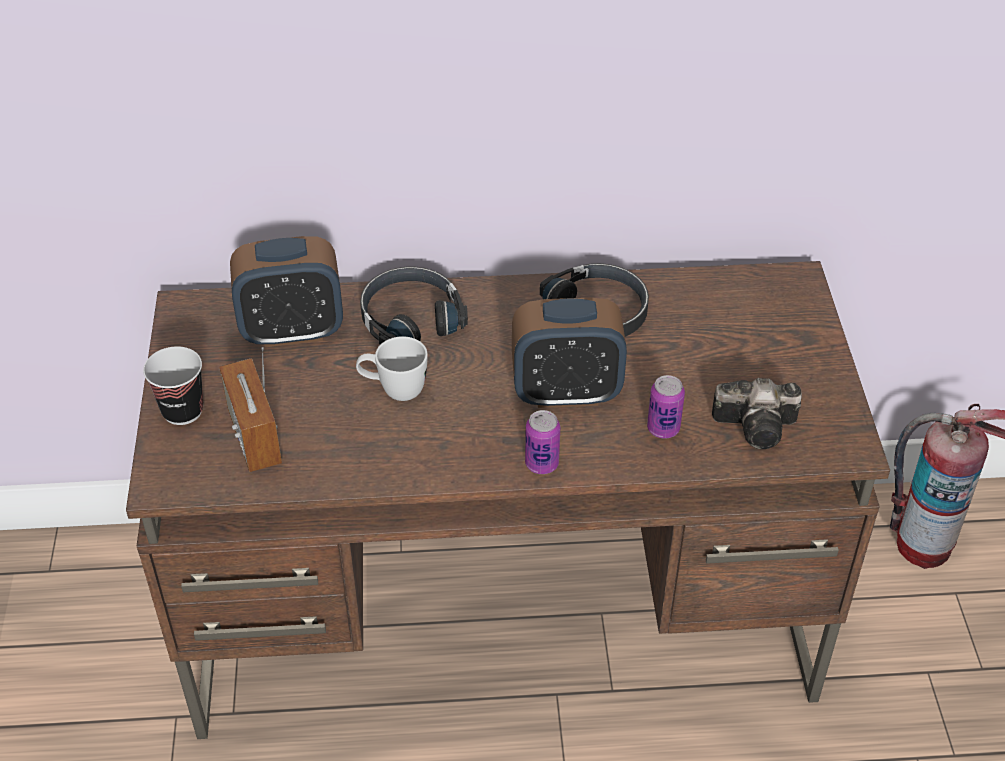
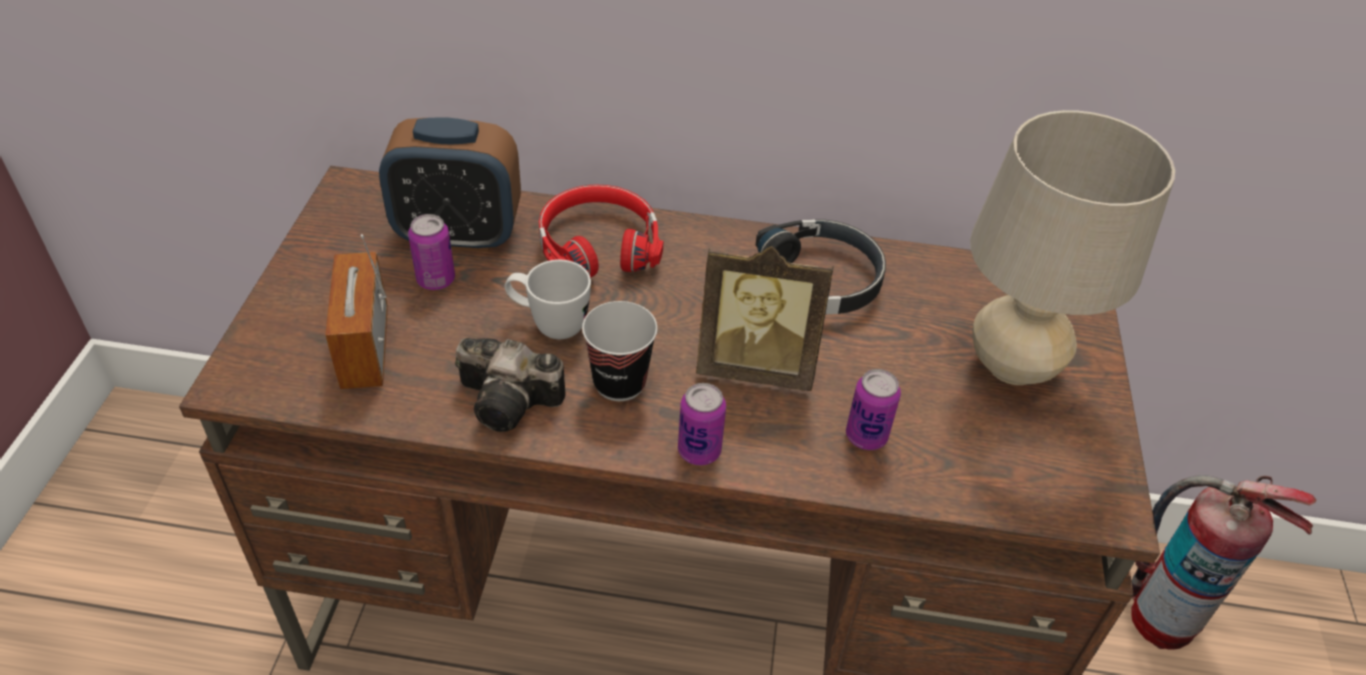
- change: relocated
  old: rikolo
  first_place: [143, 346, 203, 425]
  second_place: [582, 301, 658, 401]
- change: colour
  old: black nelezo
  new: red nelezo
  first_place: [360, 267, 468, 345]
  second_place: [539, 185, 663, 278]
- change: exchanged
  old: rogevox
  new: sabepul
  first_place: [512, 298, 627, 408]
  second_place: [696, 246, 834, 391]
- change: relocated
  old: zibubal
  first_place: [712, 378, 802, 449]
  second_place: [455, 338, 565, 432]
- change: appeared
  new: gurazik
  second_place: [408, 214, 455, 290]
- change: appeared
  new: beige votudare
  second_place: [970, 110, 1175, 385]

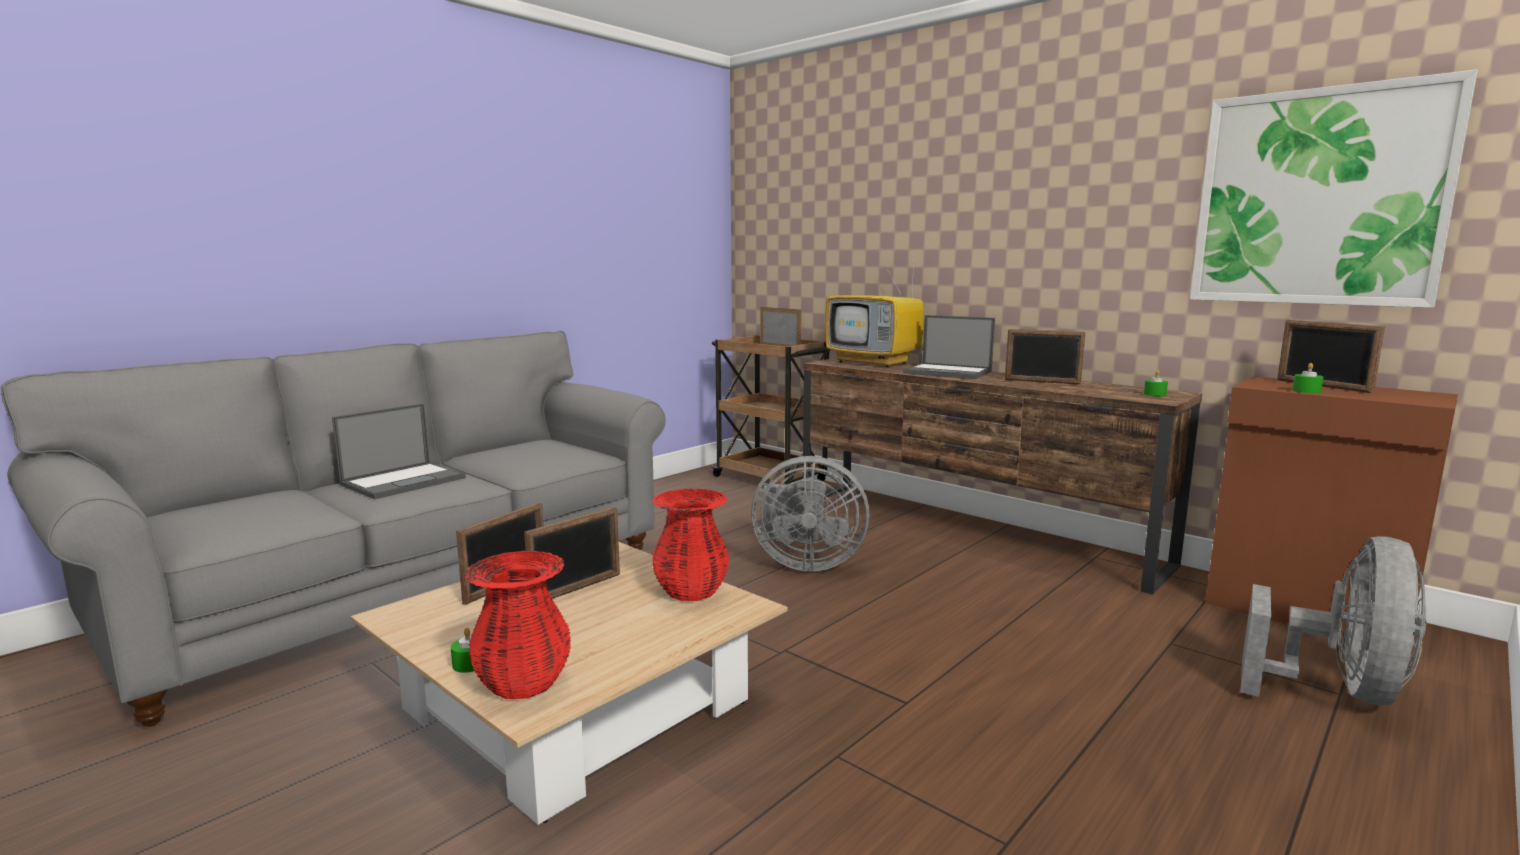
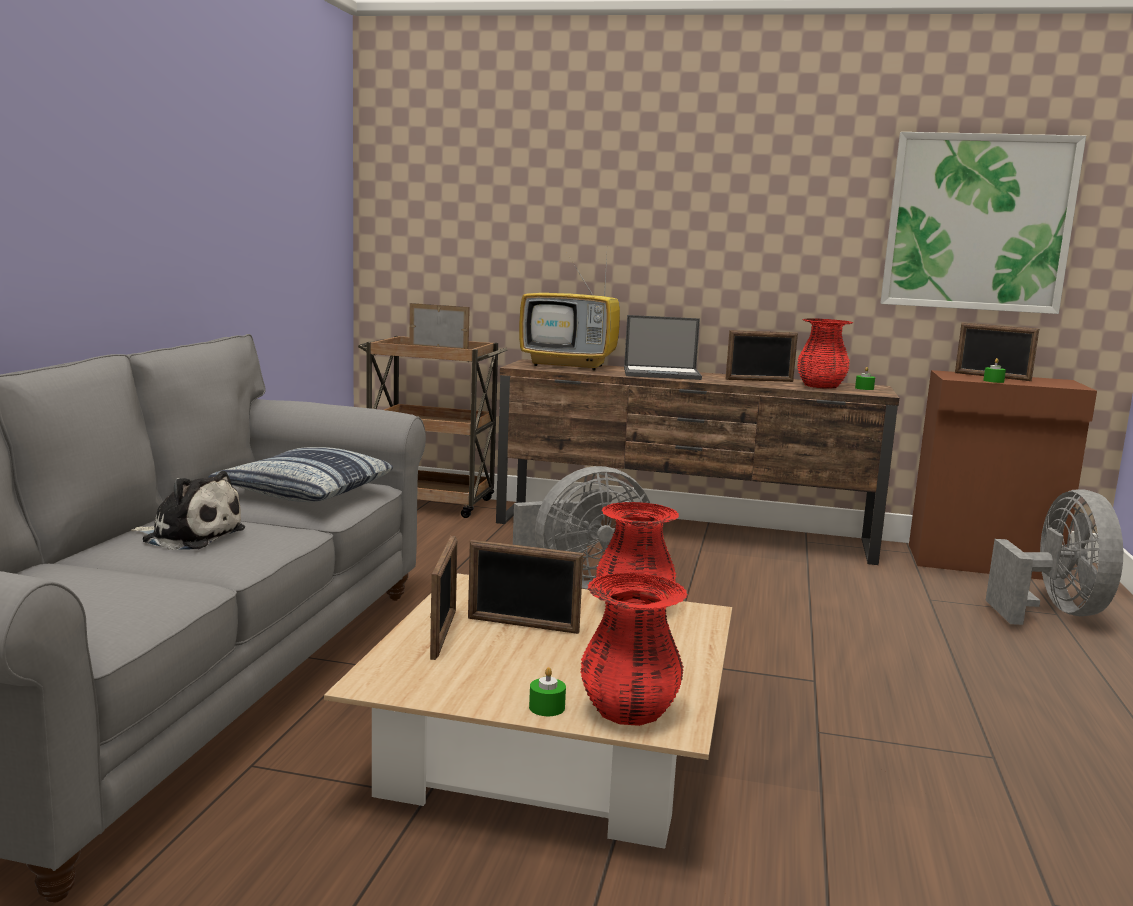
- change: exchanged
  old: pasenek
  new: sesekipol
  first_place: [332, 403, 466, 499]
  second_place: [131, 471, 245, 550]
- change: spun
  old: sabepul
  first_place: [524, 506, 620, 599]
  second_place: [468, 540, 583, 634]
  degrees: 90
- change: appeared
  new: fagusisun
  second_place: [208, 447, 393, 502]
- change: appeared
  new: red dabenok
  second_place: [797, 319, 854, 389]

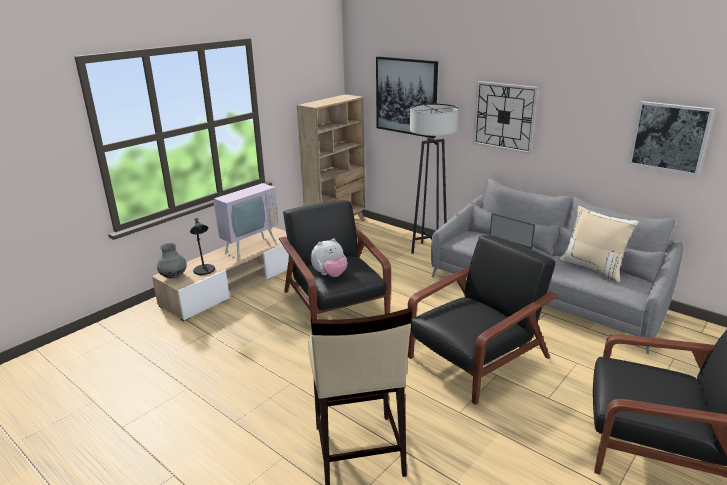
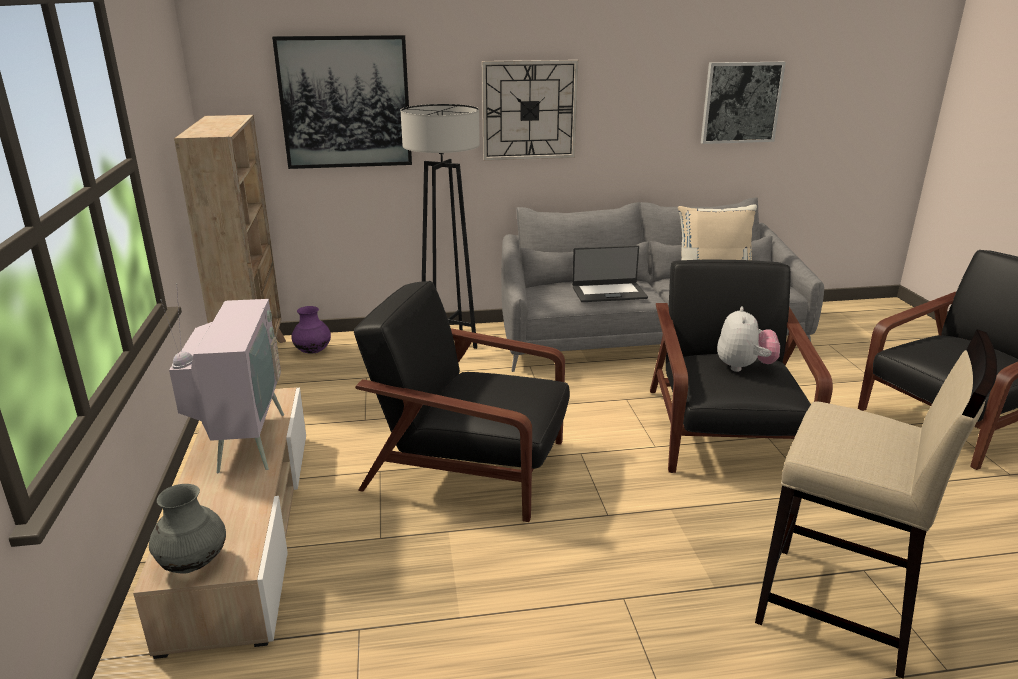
- change: missing
  old: black votudare
  first_place: [190, 218, 215, 275]
- change: relocated
  old: sesekipol
  first_place: [311, 238, 347, 277]
  second_place: [717, 306, 780, 372]
- change: appeared
  new: purple dabenok
  second_place: [291, 306, 331, 354]

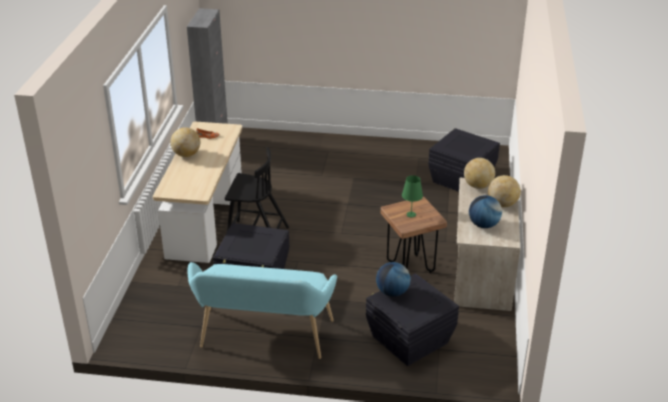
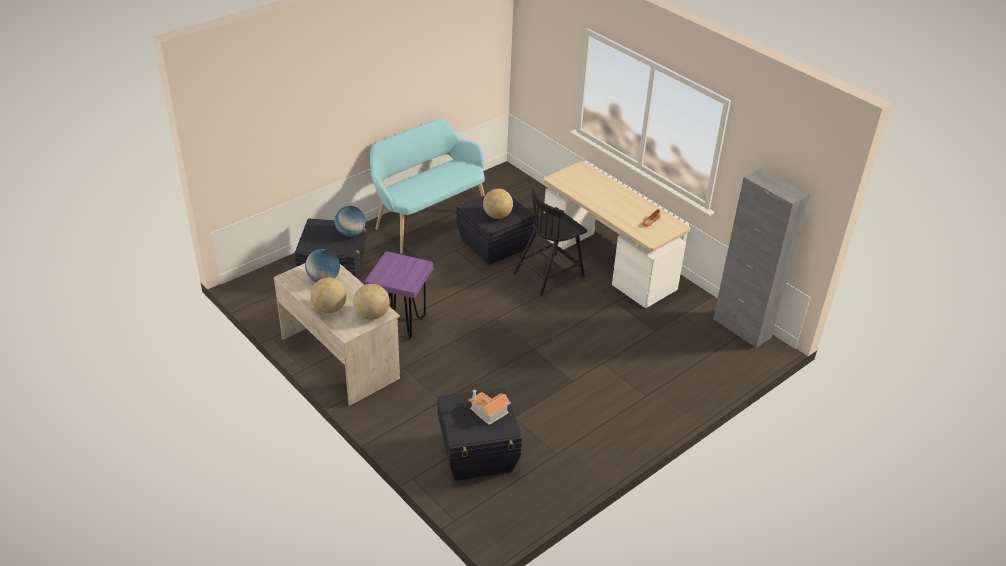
- change: relocated
  old: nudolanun
  first_place: [170, 127, 200, 157]
  second_place: [483, 189, 513, 219]
- change: colour
  old: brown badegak
  new: purple badegak
  first_place: [380, 197, 447, 273]
  second_place: [365, 251, 433, 339]
- change: missing
  old: green votudare
  first_place: [402, 175, 423, 218]
- change: appeared
  new: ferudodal
  second_place: [469, 390, 511, 425]

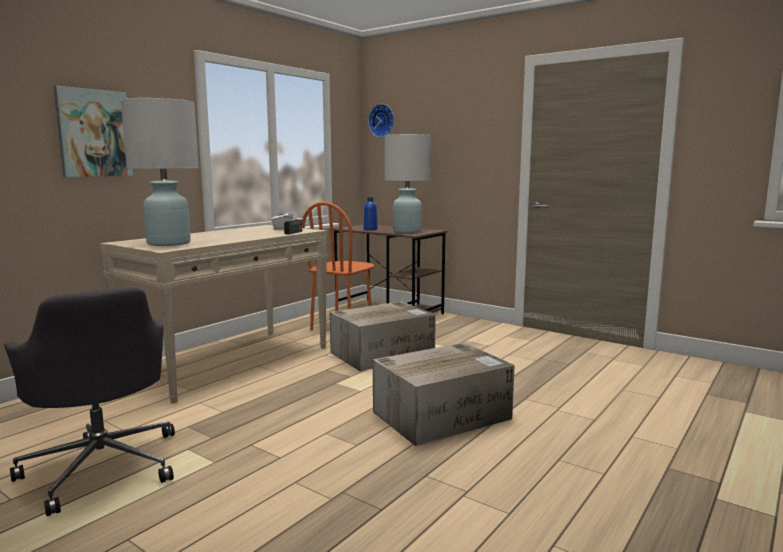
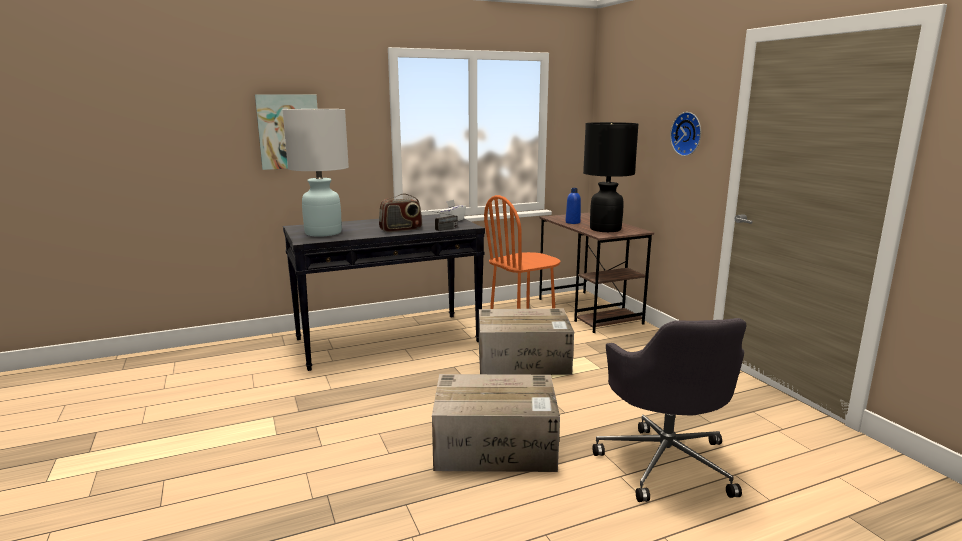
- change: relocated
  old: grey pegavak
  first_place: [4, 287, 175, 516]
  second_place: [592, 318, 746, 502]
- change: colour
  old: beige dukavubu
  new: black dukavubu
  first_place: [100, 225, 328, 404]
  second_place: [283, 214, 485, 371]
- change: relocated
  old: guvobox
  first_place: [368, 104, 394, 138]
  second_place: [670, 112, 701, 156]
- change: colour
  old: white votudare
  new: black votudare
  first_place: [385, 134, 431, 233]
  second_place: [583, 122, 639, 232]
- change: appeared
  new: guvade
  second_place: [379, 193, 422, 232]

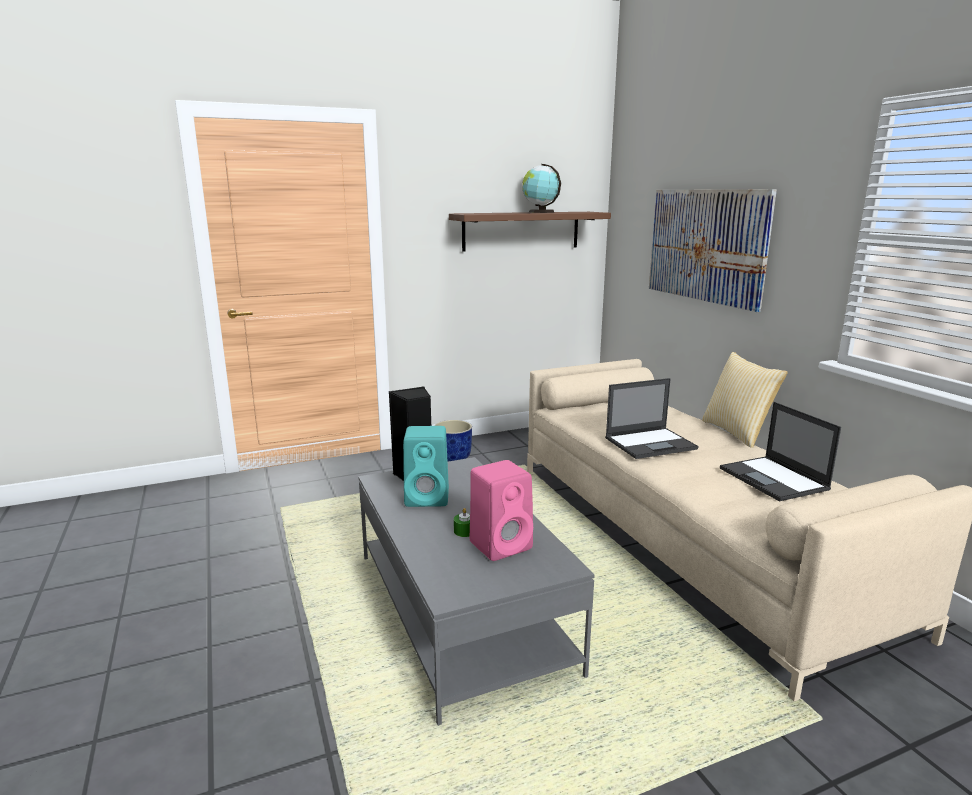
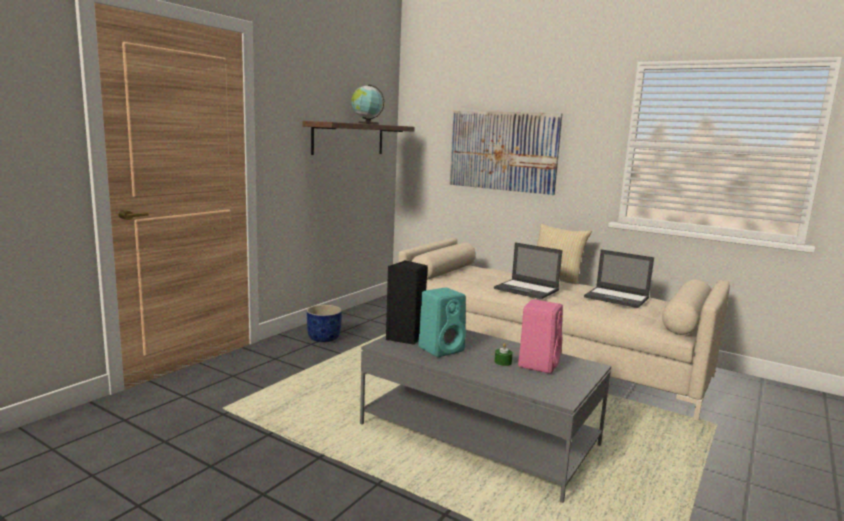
- change: spun
  old: pasenek
  first_place: [605, 378, 699, 459]
  second_place: [494, 242, 563, 299]
  degrees: 90

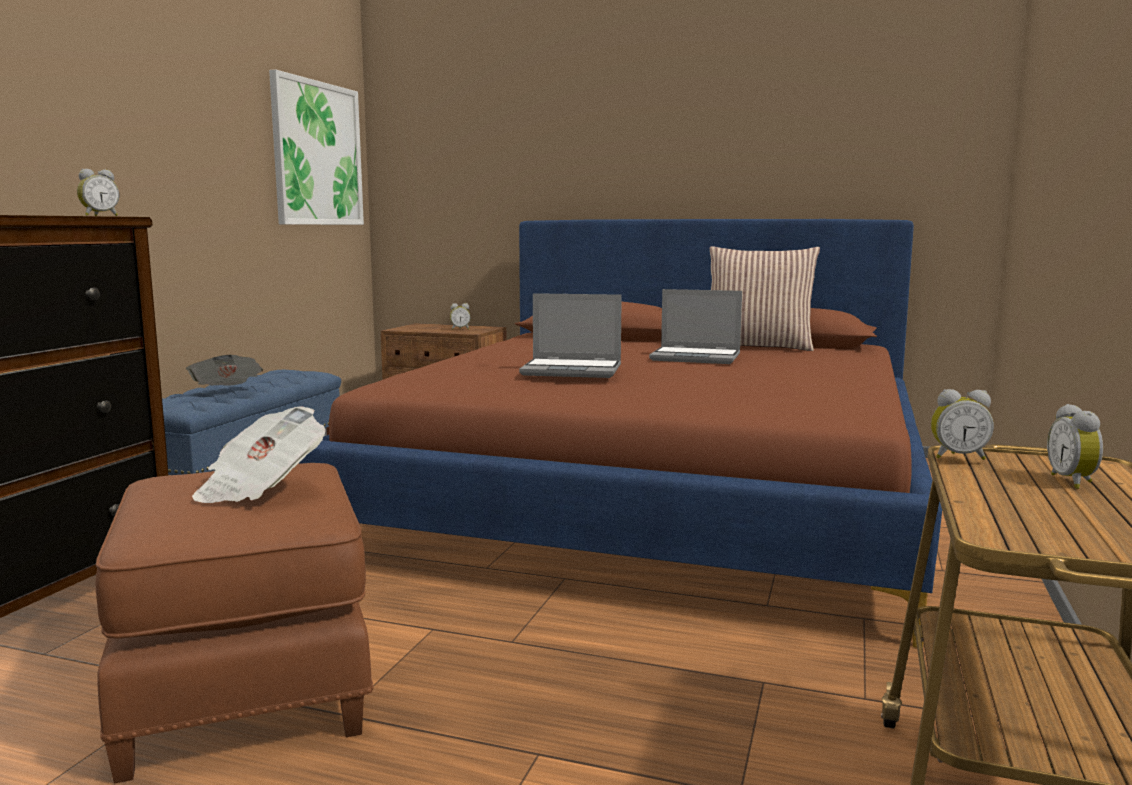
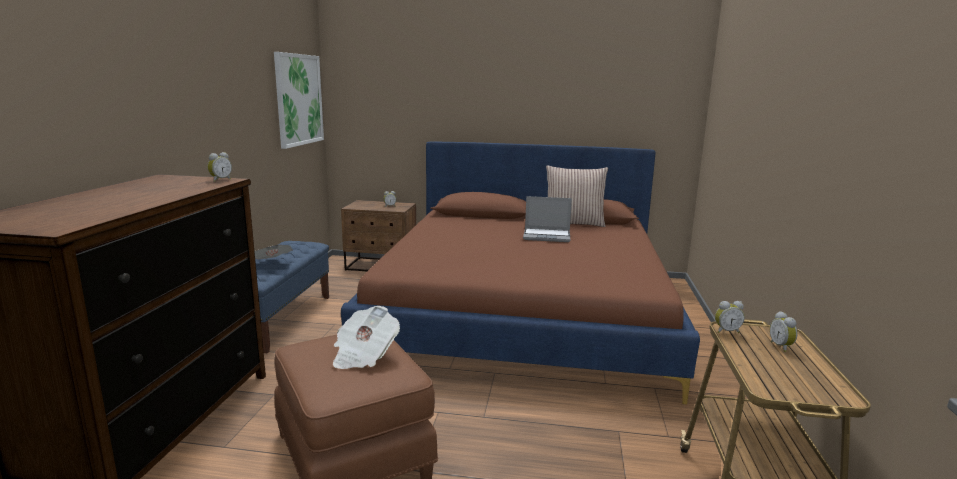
- change: missing
  old: pasenek
  first_place: [519, 293, 622, 378]

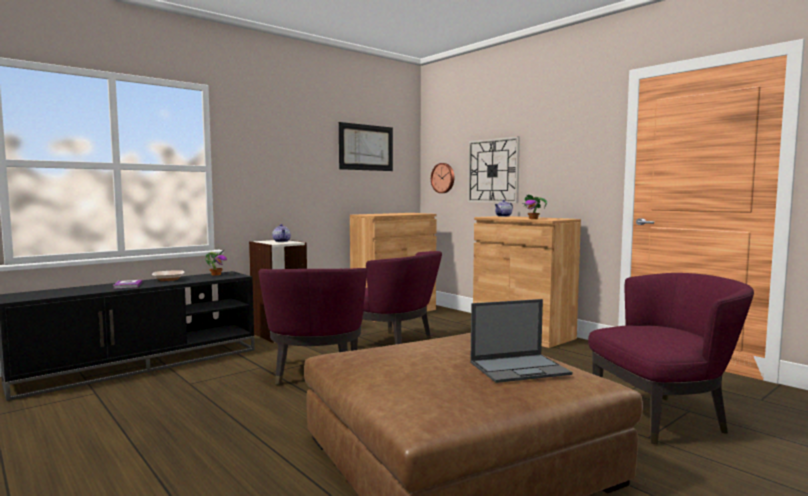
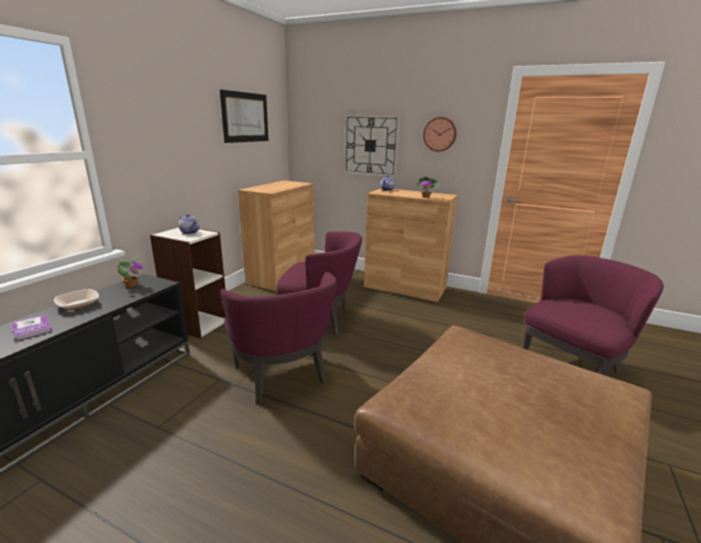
- change: relocated
  old: guvobox
  first_place: [431, 163, 454, 193]
  second_place: [423, 117, 457, 152]
- change: missing
  old: pasenek
  first_place: [470, 299, 572, 383]

